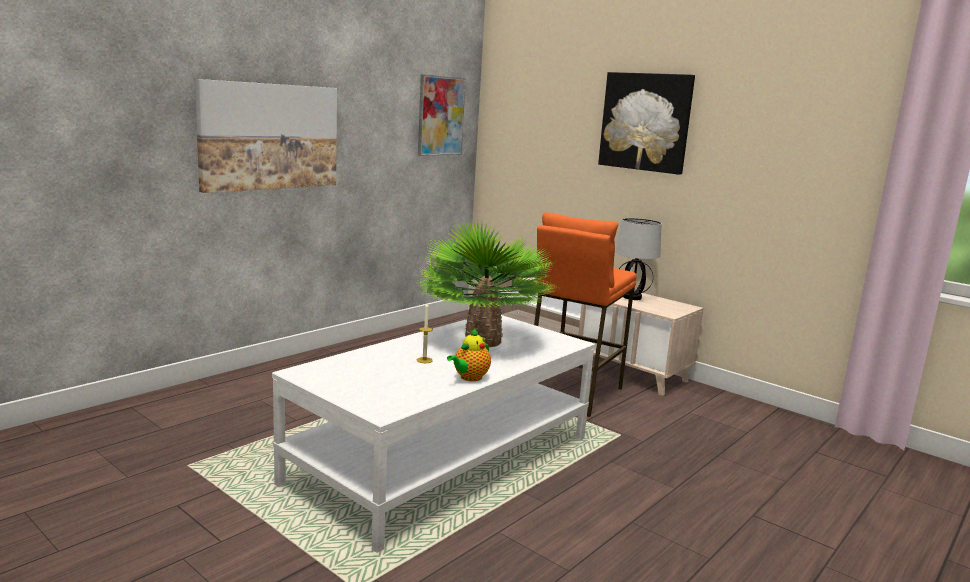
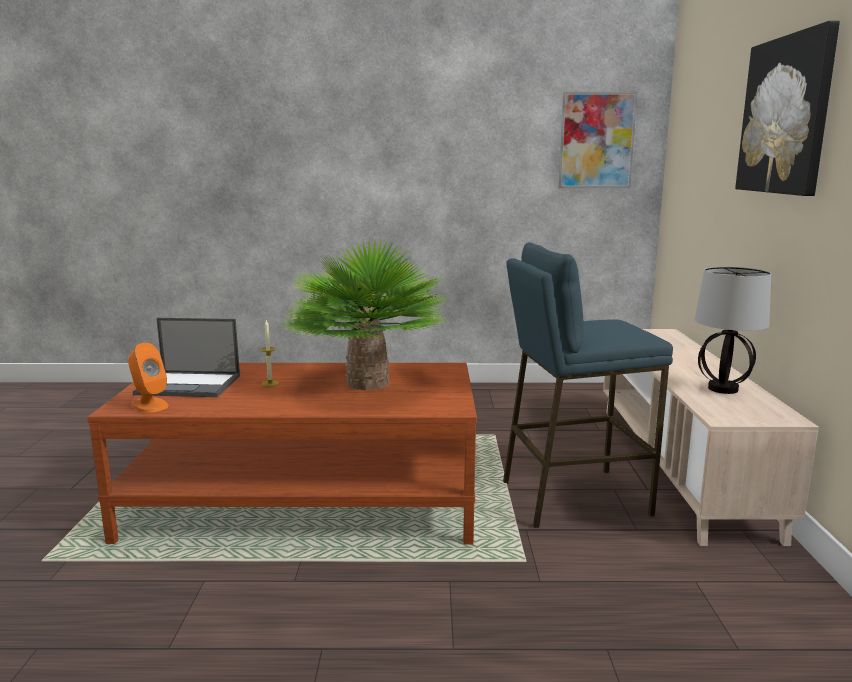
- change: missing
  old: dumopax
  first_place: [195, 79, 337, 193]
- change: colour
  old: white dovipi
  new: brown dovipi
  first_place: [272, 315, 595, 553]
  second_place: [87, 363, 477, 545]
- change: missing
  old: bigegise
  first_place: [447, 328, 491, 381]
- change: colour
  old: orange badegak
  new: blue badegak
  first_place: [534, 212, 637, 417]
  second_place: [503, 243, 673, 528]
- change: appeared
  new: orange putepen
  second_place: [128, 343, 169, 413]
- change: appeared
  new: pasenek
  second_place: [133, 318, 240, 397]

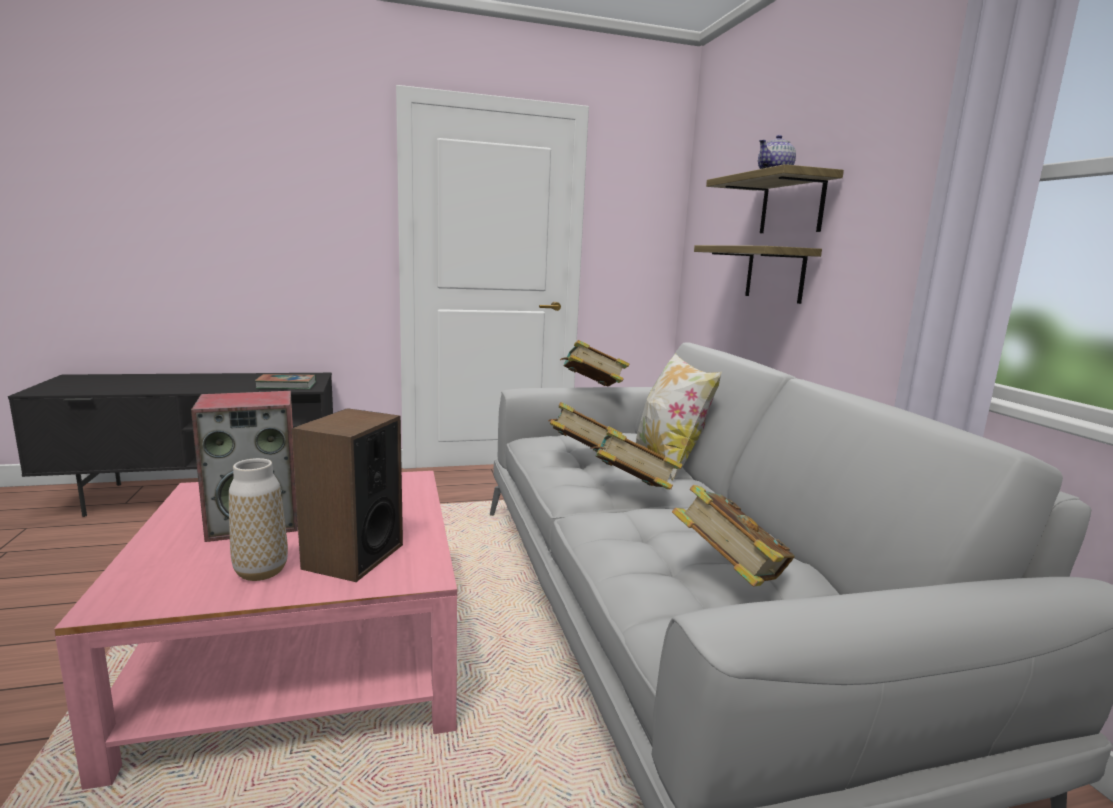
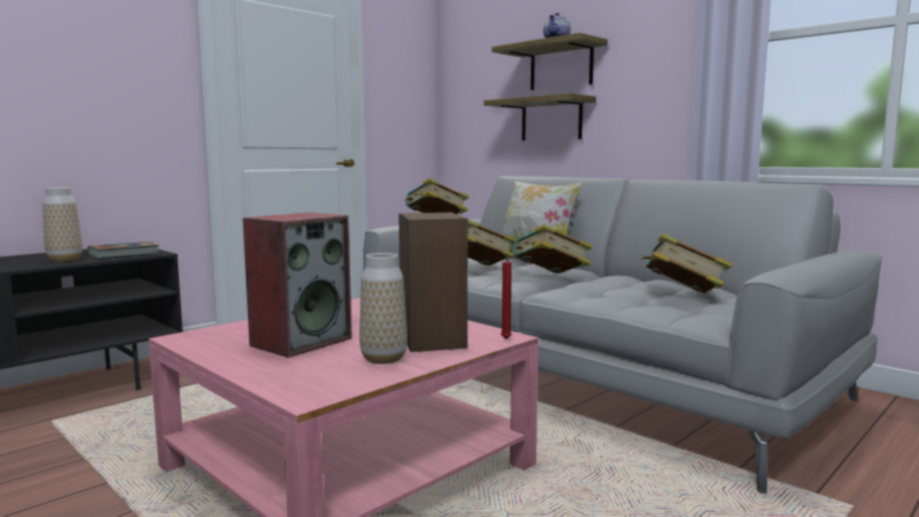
- change: appeared
  new: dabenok
  second_place: [43, 187, 83, 262]
- change: appeared
  new: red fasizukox
  second_place: [501, 254, 516, 339]

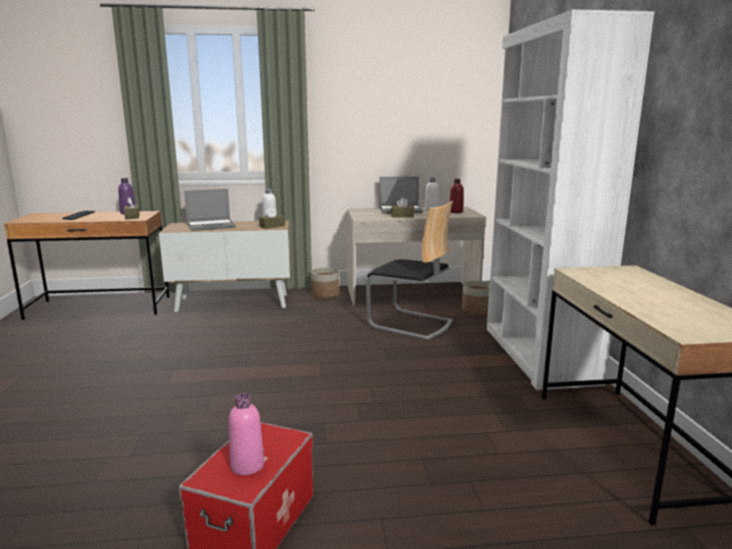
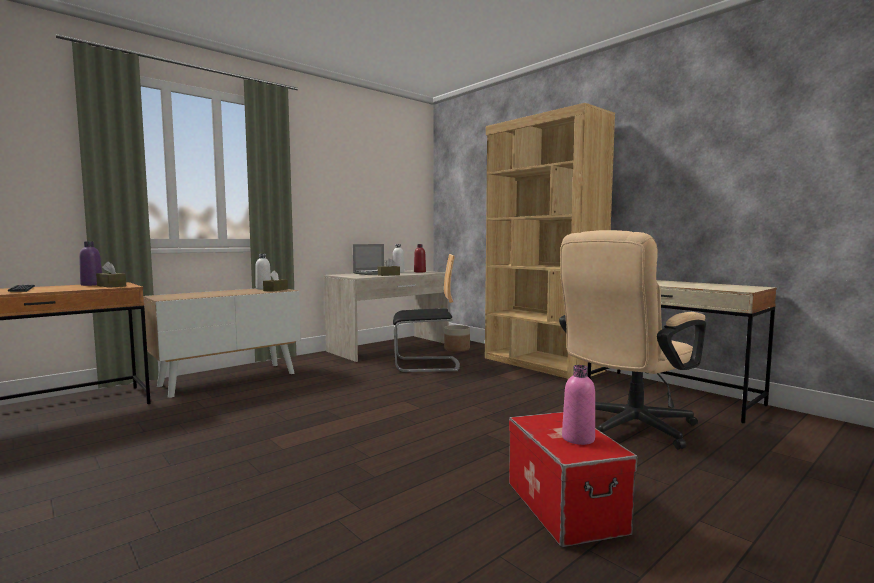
- change: missing
  old: pasenek
  first_place: [184, 189, 235, 231]
- change: missing
  old: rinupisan
  first_place: [311, 268, 340, 298]
- change: colour
  old: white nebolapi
  new: brown nebolapi
  first_place: [487, 9, 654, 390]
  second_place: [485, 103, 615, 379]
- change: appeared
  new: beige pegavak
  second_place: [559, 230, 706, 450]

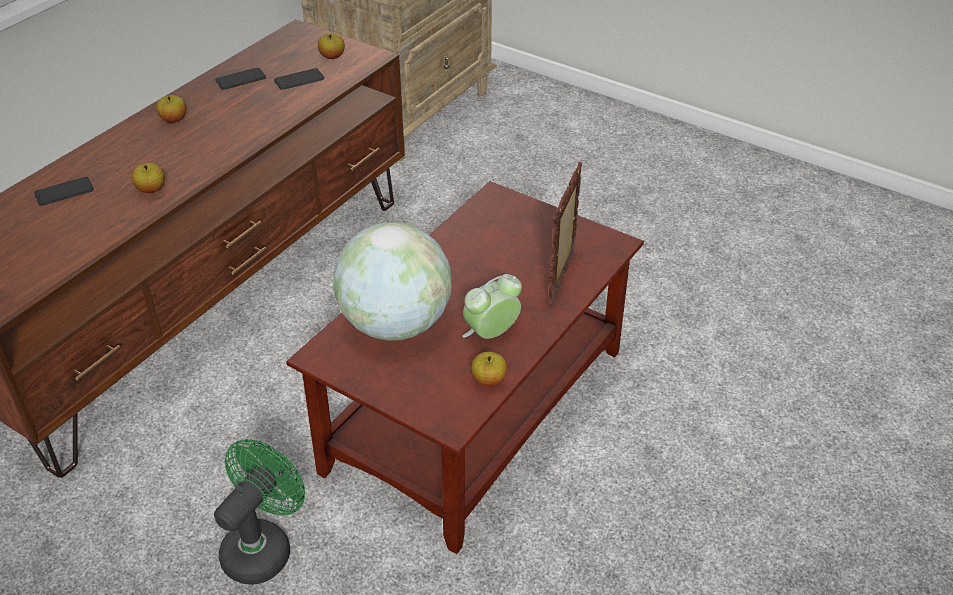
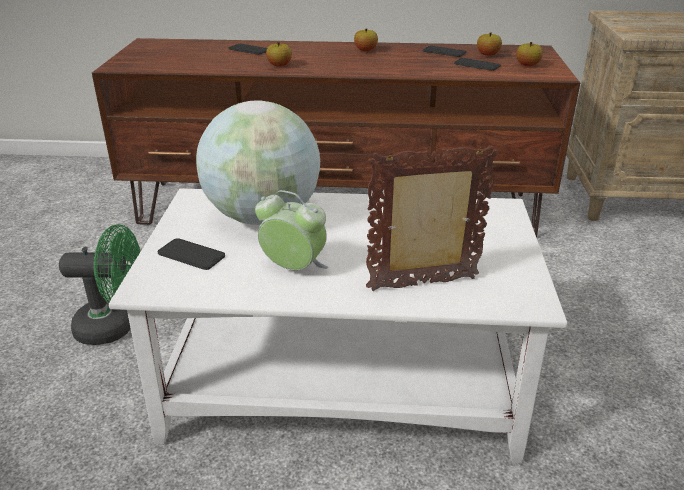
- change: colour
  old: brown dovipi
  new: white dovipi
  first_place: [286, 181, 644, 554]
  second_place: [109, 188, 567, 463]
- change: relocated
  old: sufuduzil
  first_place: [471, 352, 507, 386]
  second_place: [477, 33, 502, 56]
- change: appeared
  new: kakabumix
  second_place: [157, 238, 225, 270]

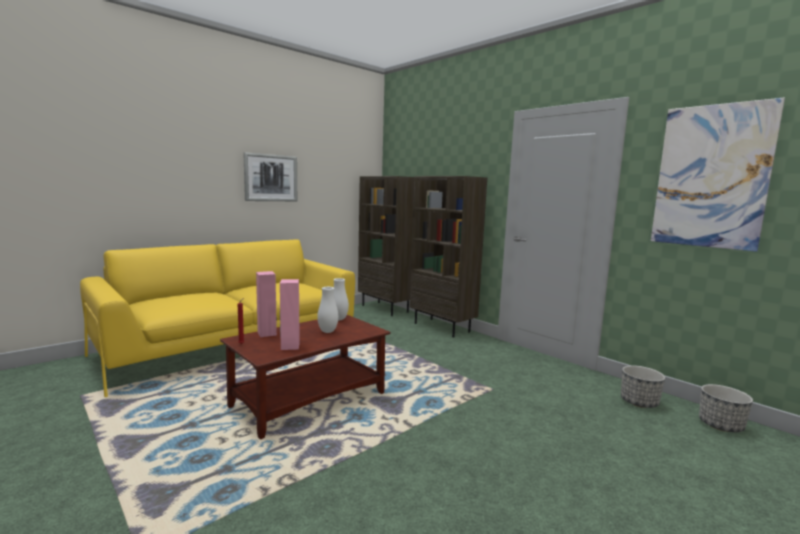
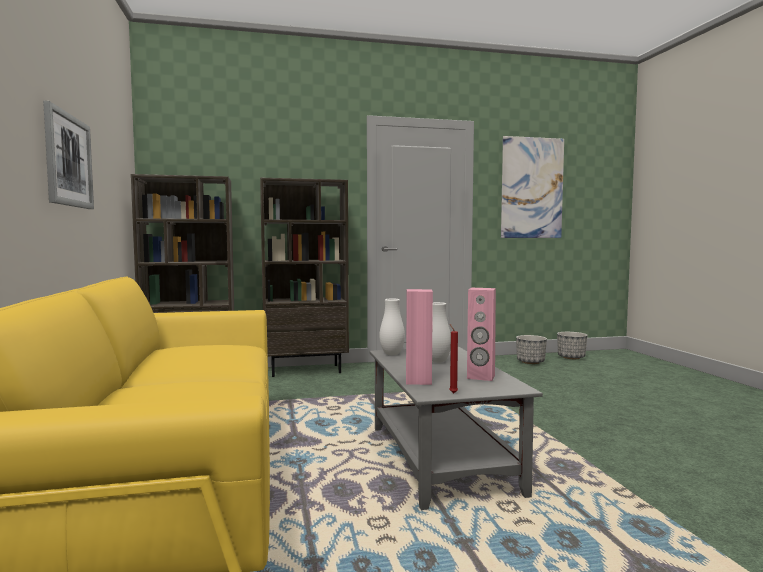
- change: colour
  old: brown dovipi
  new: grey dovipi
  first_place: [220, 315, 391, 440]
  second_place: [369, 347, 543, 510]

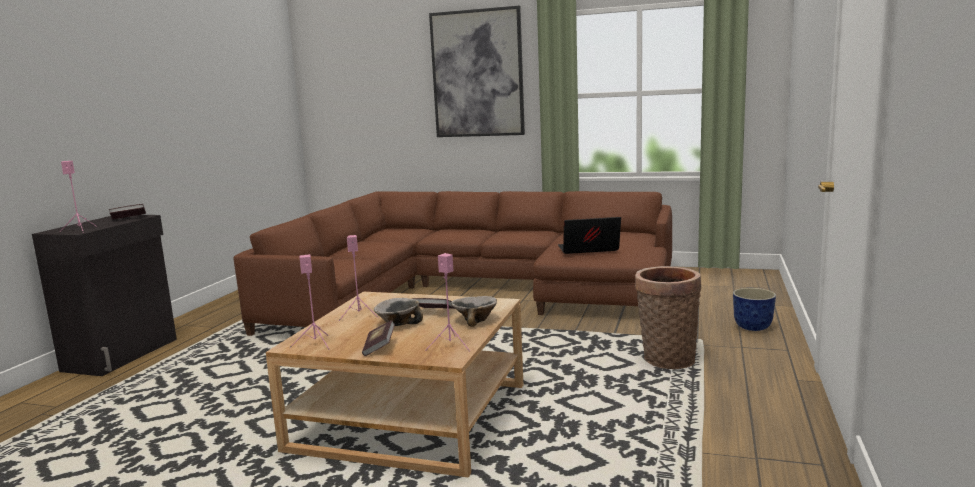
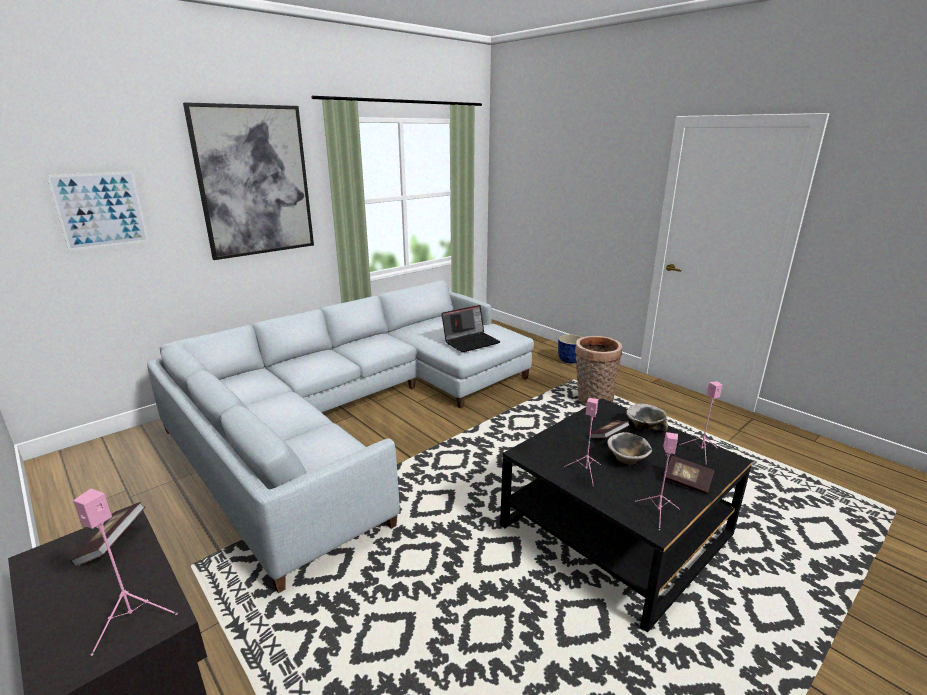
- change: colour
  old: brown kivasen
  new: grey kivasen
  first_place: [233, 191, 672, 336]
  second_place: [147, 280, 534, 593]
- change: colour
  old: beige dovipi
  new: black dovipi
  first_place: [266, 292, 523, 478]
  second_place: [500, 398, 753, 632]
- change: spun
  old: pasenek
  first_place: [558, 217, 621, 254]
  second_place: [441, 305, 501, 353]
  degrees: -150
- change: appeared
  new: dumopax
  second_place: [46, 171, 149, 251]

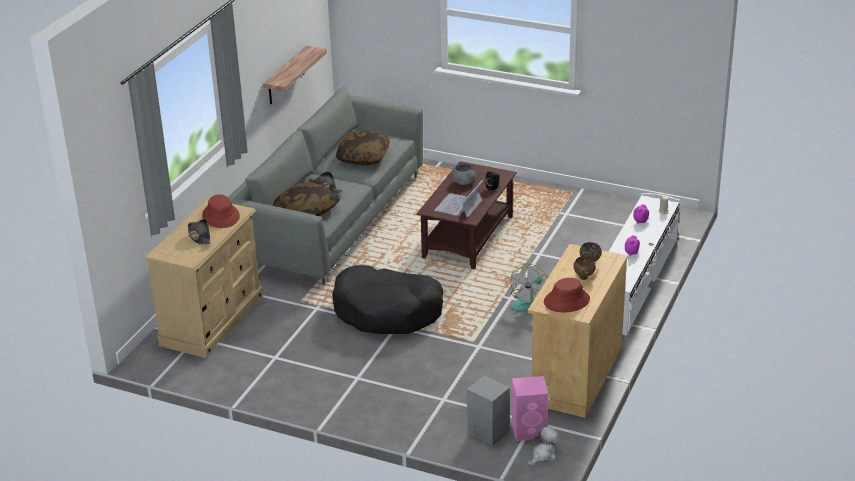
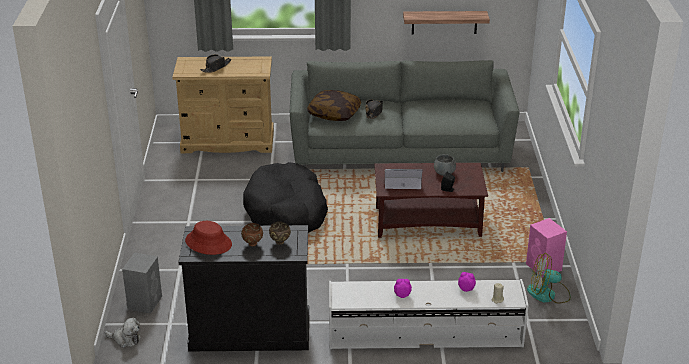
- change: missing
  old: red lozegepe
  first_place: [202, 194, 240, 228]
- change: missing
  old: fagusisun
  first_place: [336, 131, 390, 165]
- change: relocated
  old: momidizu
  first_place: [511, 263, 548, 311]
  second_place: [527, 253, 571, 304]
- change: relocated
  old: pink putepen
  first_place: [512, 376, 549, 441]
  second_place: [526, 218, 567, 277]
- change: colour
  old: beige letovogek
  new: black letovogek
  first_place: [528, 244, 628, 418]
  second_place: [179, 225, 309, 351]

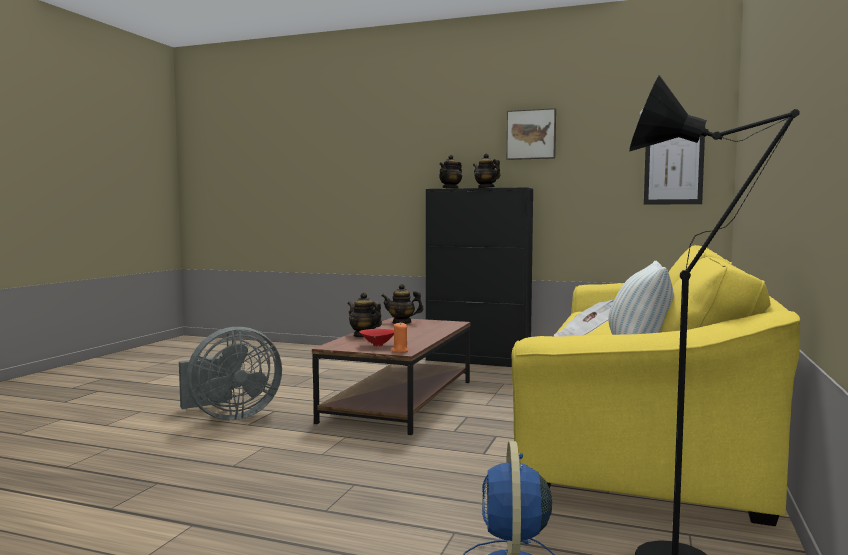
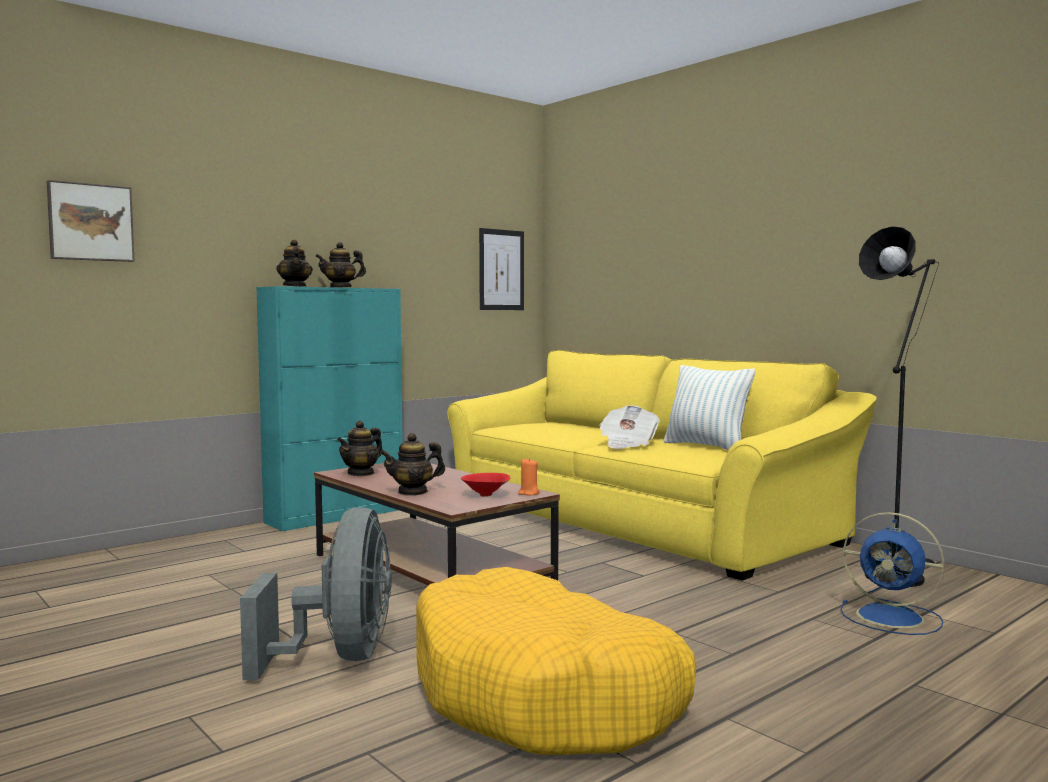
- change: colour
  old: black letovogek
  new: turquoise letovogek
  first_place: [426, 187, 533, 367]
  second_place: [256, 286, 403, 531]
- change: relocated
  old: dumopax
  first_place: [506, 108, 556, 160]
  second_place: [47, 180, 134, 262]
- change: appeared
  new: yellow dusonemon
  second_place: [416, 567, 696, 755]

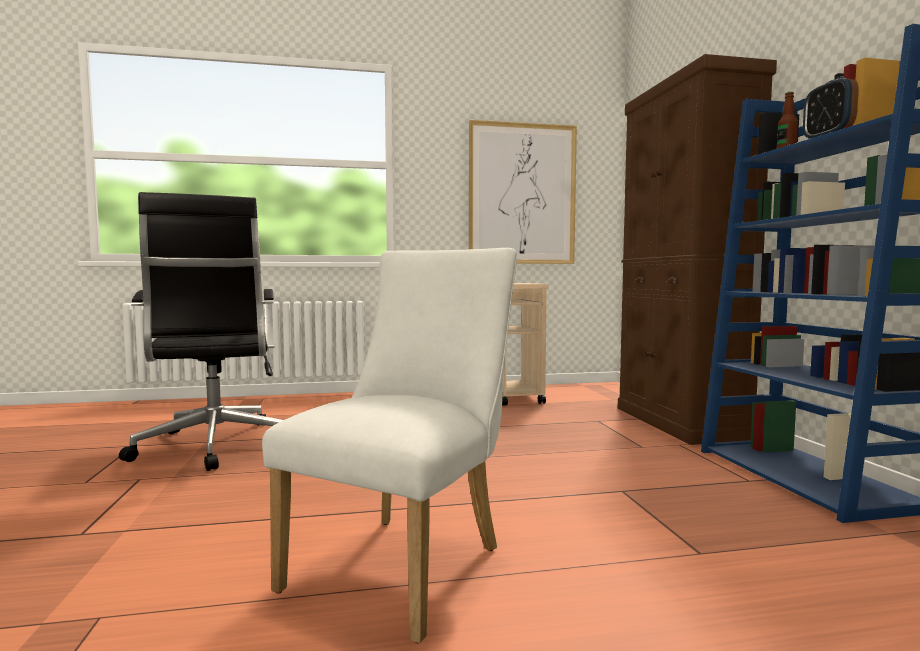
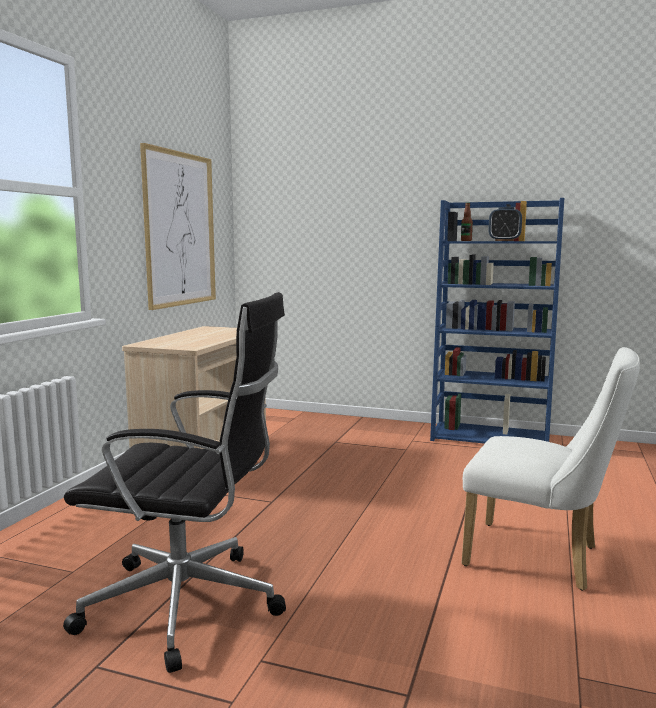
- change: spun
  old: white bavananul
  first_place: [262, 248, 517, 643]
  second_place: [462, 347, 640, 591]
  degrees: 150
- change: missing
  old: brown letovogek
  first_place: [618, 54, 777, 445]

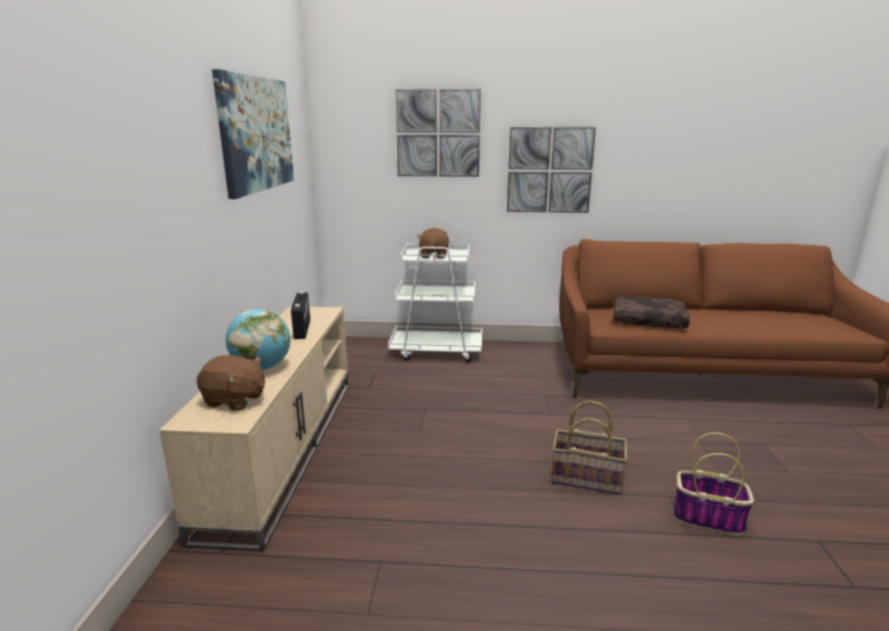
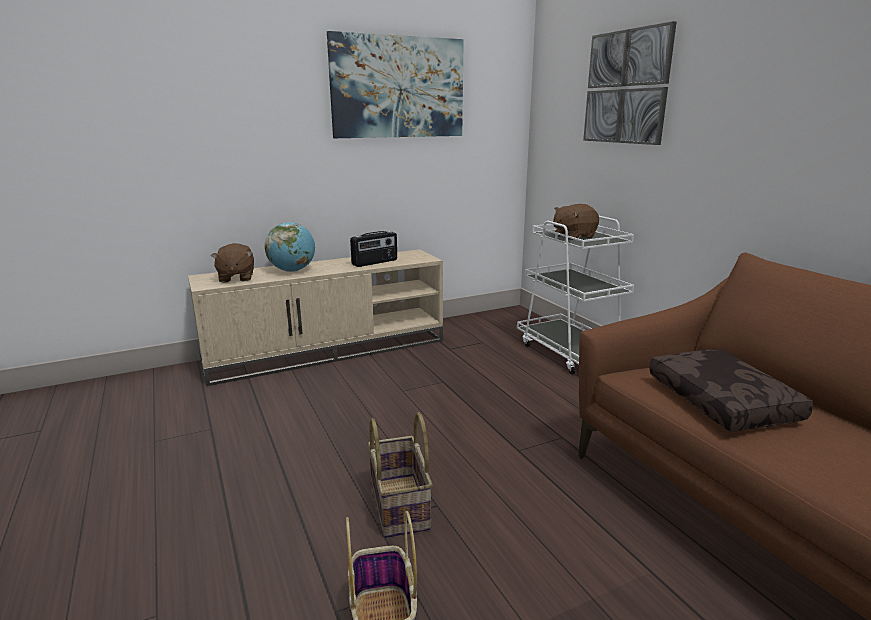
- change: missing
  old: dumopax
  first_place: [507, 127, 596, 213]

